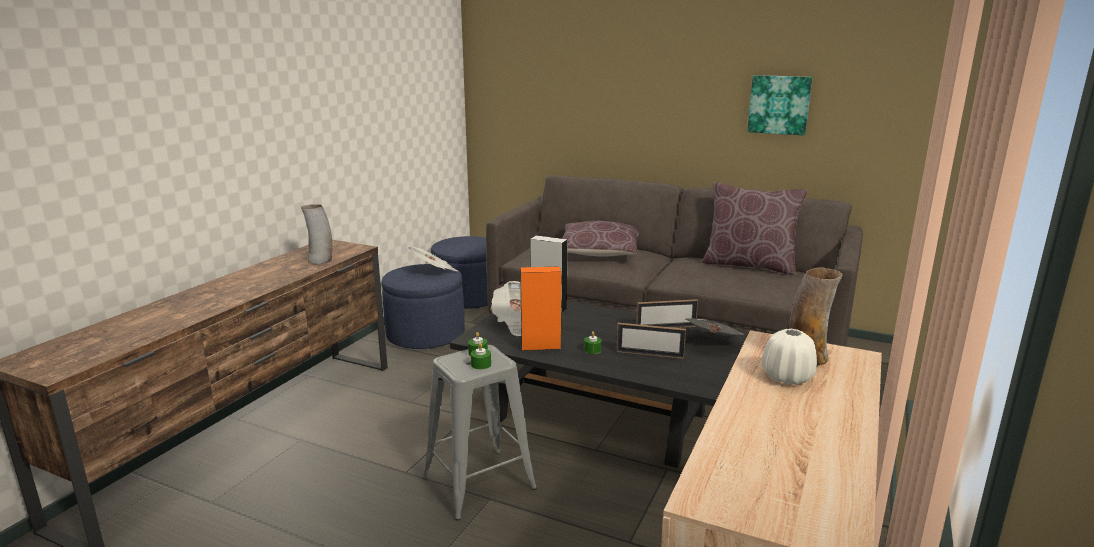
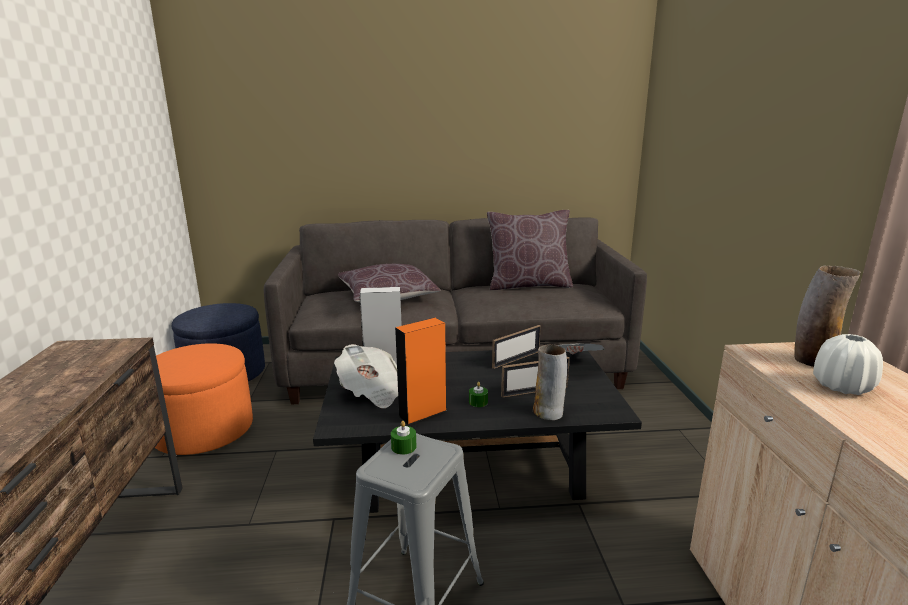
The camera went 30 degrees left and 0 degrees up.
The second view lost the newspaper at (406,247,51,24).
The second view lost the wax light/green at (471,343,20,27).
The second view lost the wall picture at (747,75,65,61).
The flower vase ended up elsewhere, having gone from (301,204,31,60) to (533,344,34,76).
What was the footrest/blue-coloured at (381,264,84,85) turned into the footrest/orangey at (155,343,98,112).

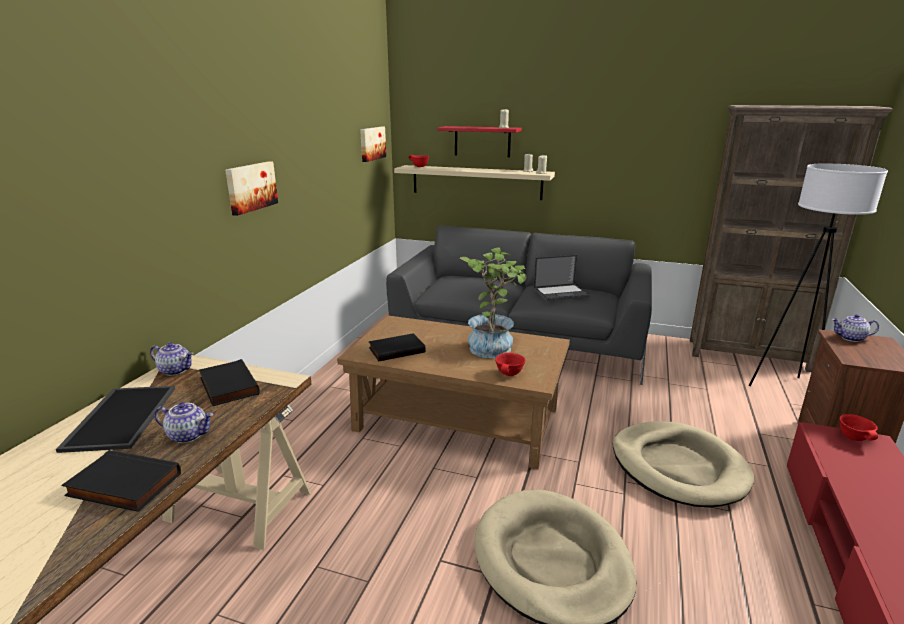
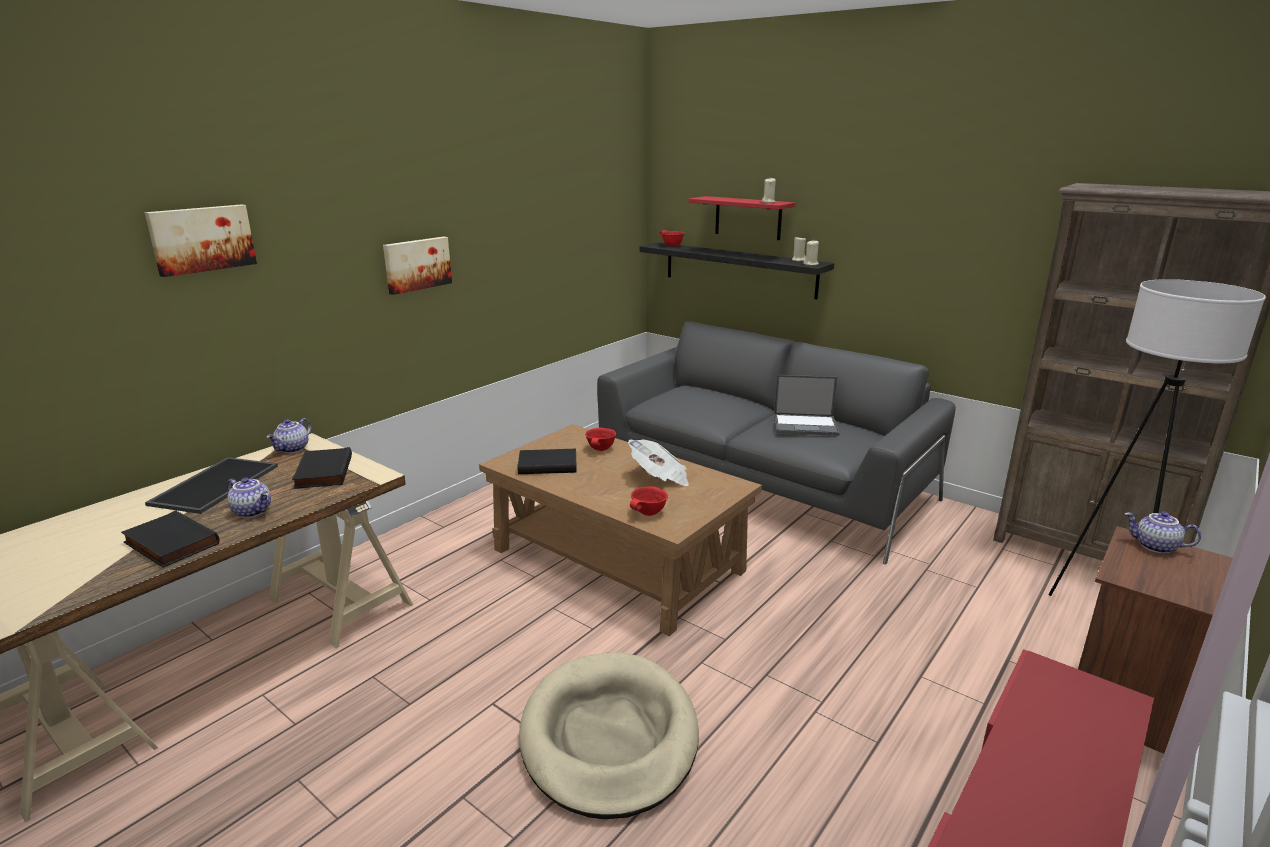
The camera went 20 degrees right and 0 degrees up.
The second view lost the dog bed/beige-coloured at (613,421,141,87).
The wall picture ended up elsewhere, having gone from (360,127,26,35) to (145,204,112,73).
The bowl/red ended up elsewhere, having gone from (839,414,39,27) to (585,428,31,23).
Where the plant in a pot stood at (459,247,68,111), the newspaper came to stand at (628,440,61,46).
What was the shelf/beige-coloured at (394,165,161,35) turned into the shelf/black at (639,242,195,57).
The tea pot at (150,342,44,34) ended up facing another way, 75 degrees clockwise from before.

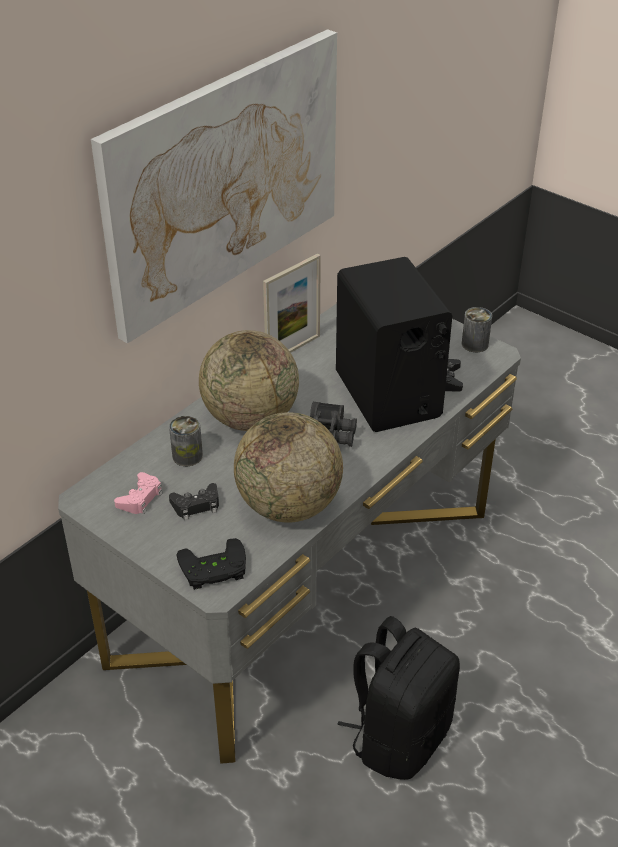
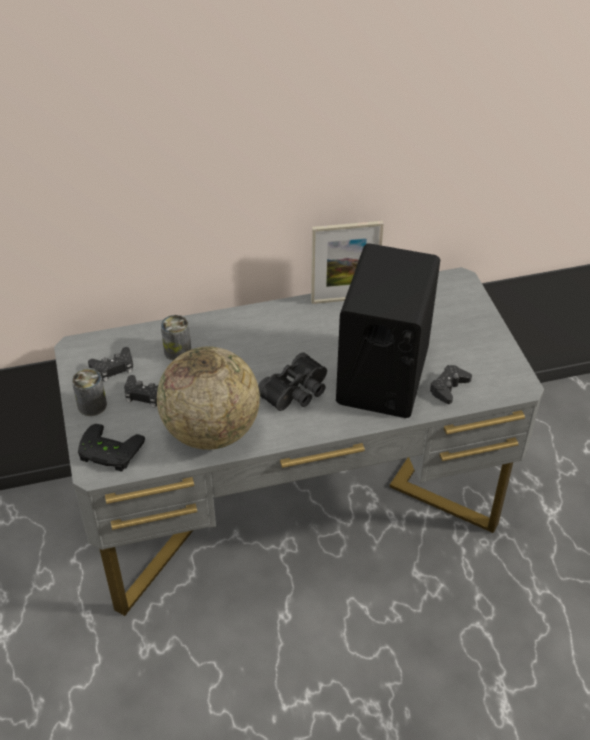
The camera went 35 degrees right and 5 degrees up.
The second view lost the wall picture at (91,29,246,315).
The second view lost the globe at (199,330,100,101).
The second view lost the rucksack/black at (337,616,123,164).
The sealed can ended up elsewhere, having gone from (462,307,30,45) to (72,368,35,48).
What was the gamepad/pink-coloured at (114,472,49,42) turned into the gamepad/black at (88,347,45,35).

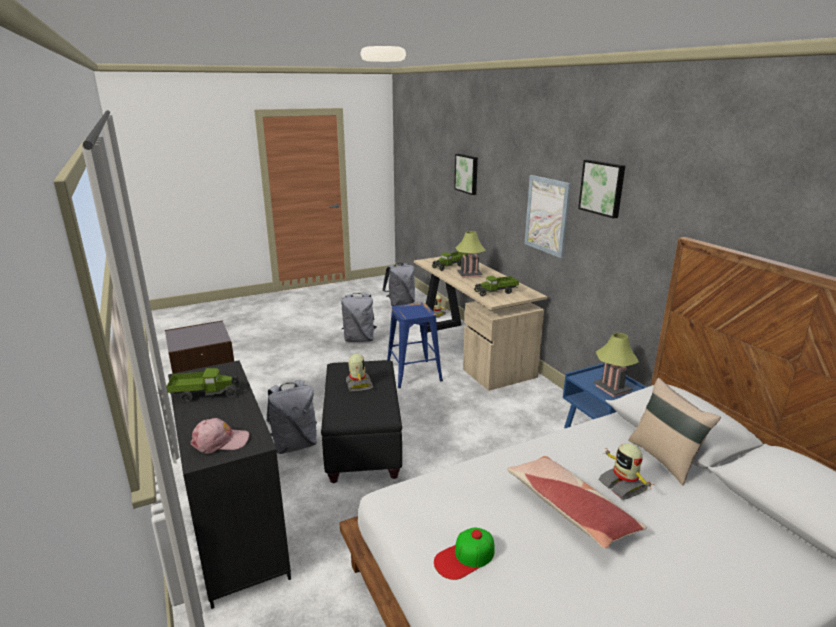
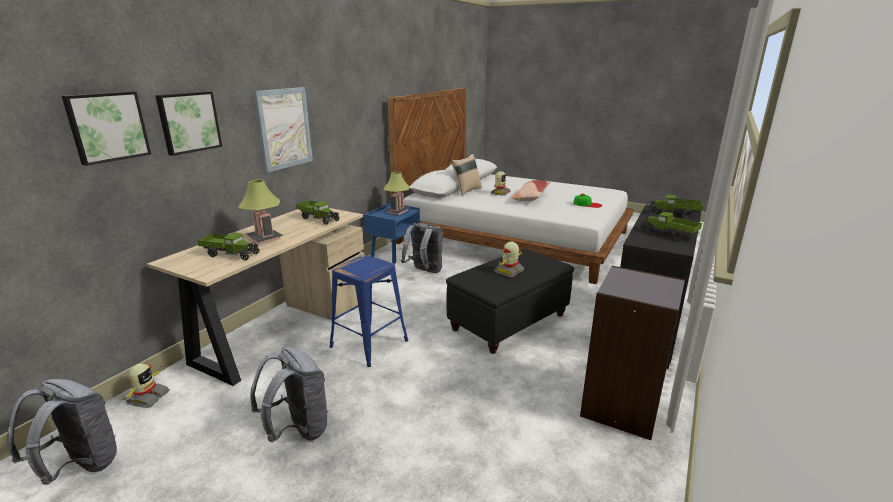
The camera went 125 degrees left and 0 degrees up.
The rucksack/greyish ended up elsewhere, having gone from (266,380,51,74) to (401,223,42,50).
The wall picture ended up elsewhere, having gone from (578,160,47,59) to (155,91,67,65).
Where the baseball cap/pink-coloured stood at (190,418,60,36), the toy truck came to stand at (649,195,54,23).

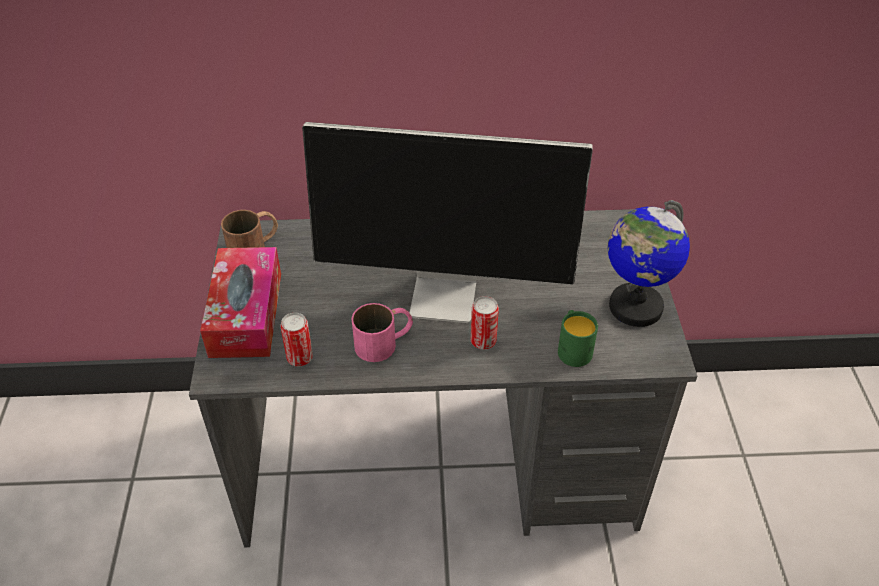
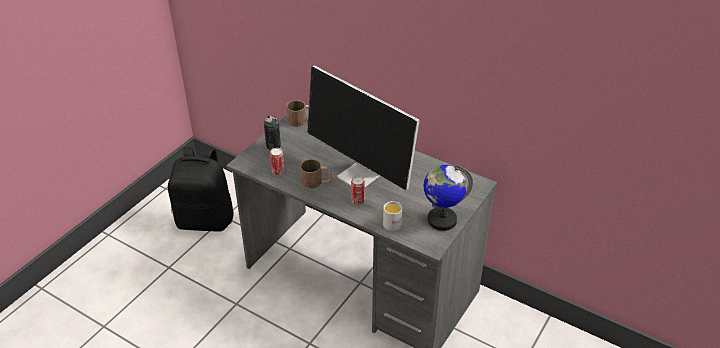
The camera went 35 degrees right and 5 degrees down.
The second view gained the rucksack/black at (168,147,66,85).
Where the tissue box stood at (200,247,81,111), the sealed can came to stand at (264,116,17,34).
What was the coffee mug/pink-coloured at (351,303,62,59) turned into the coffee mug/brown at (300,159,32,30).
What was the coffee mug/green at (558,310,40,57) turned into the coffee mug/white-coloured at (383,201,19,30).

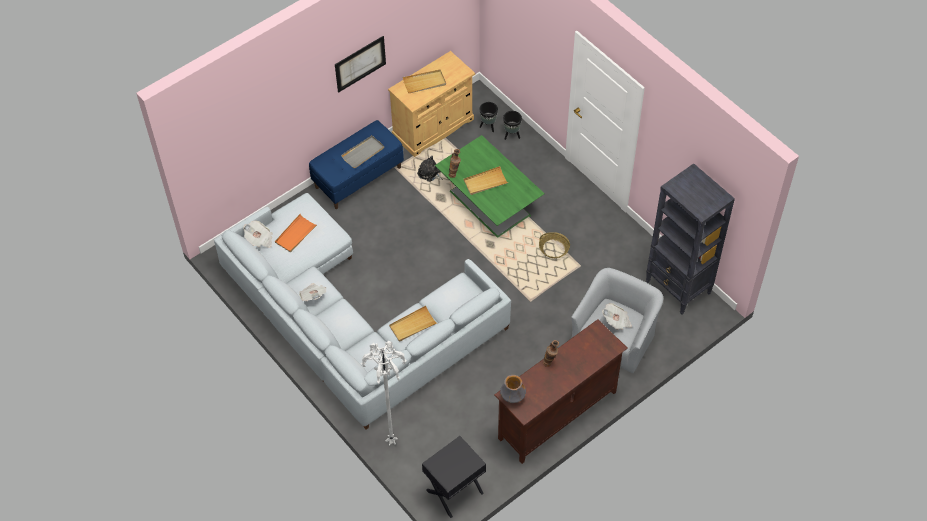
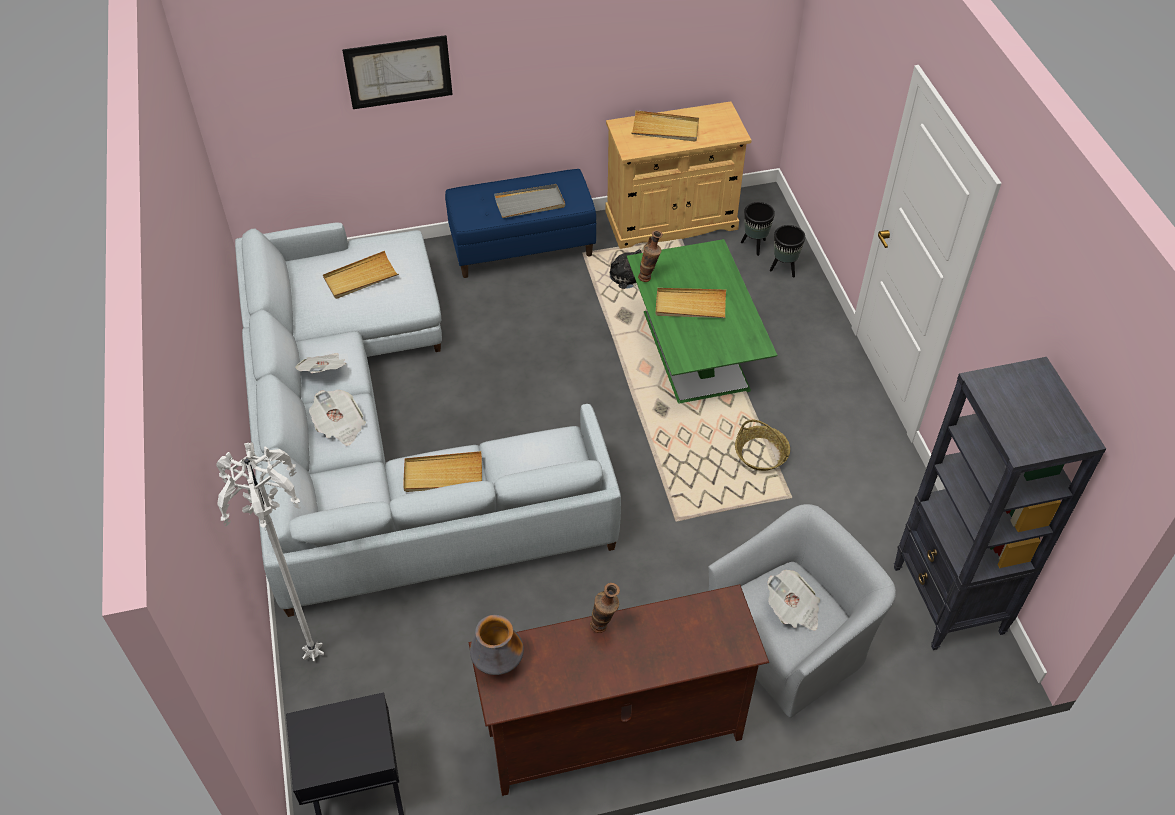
The camera went 25 degrees right and 5 degrees down.
The newspaper ended up elsewhere, having gone from (243,221,30,27) to (309,390,57,55).
The wall picture ended up elsewhere, having gone from (335,36,51,57) to (342,35,111,74).
What was the tray/orangey at (275,214,43,38) turned into the tray/beige-coloured at (323,251,76,48).

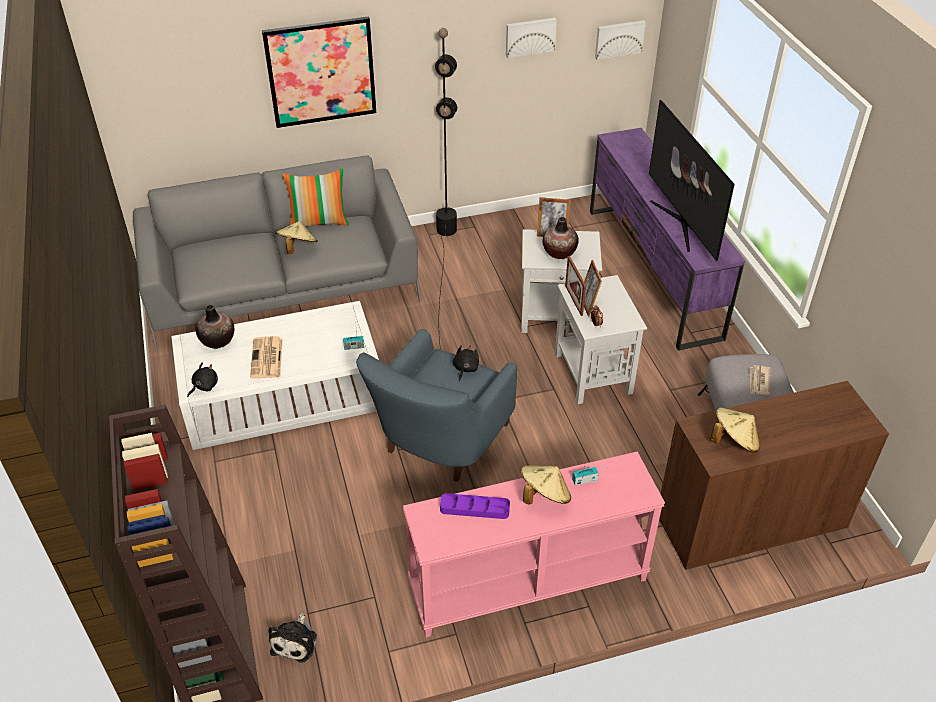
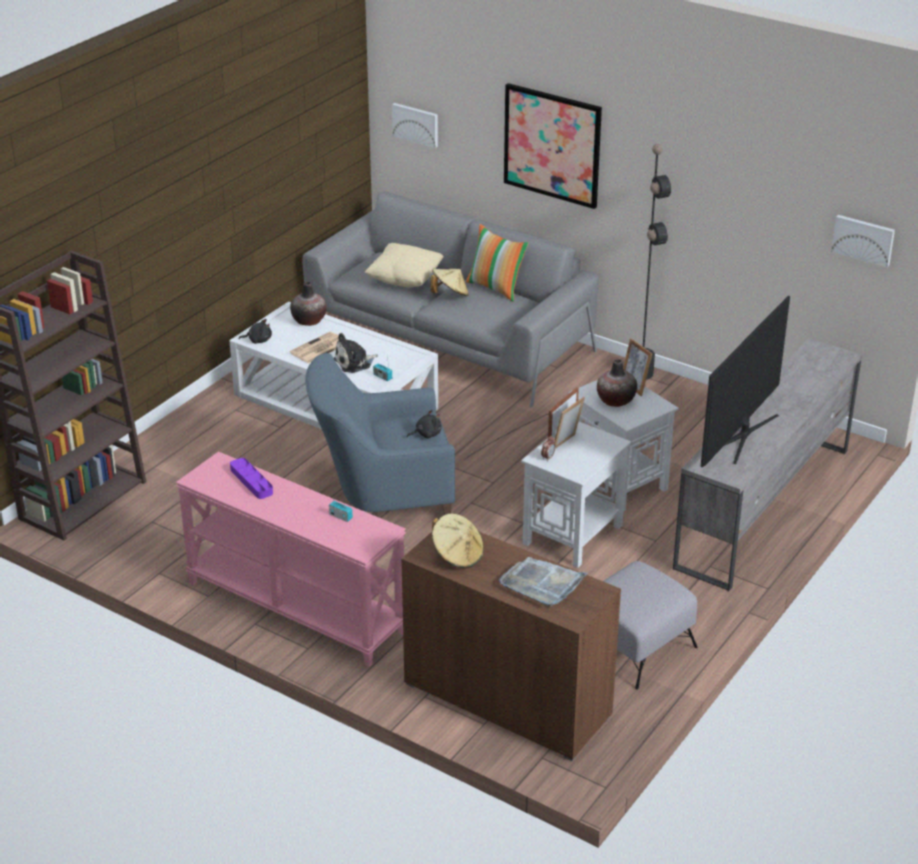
The camera went 50 degrees right and 10 degrees down.
The second view lost the wearable hat/beige-coloured at (521,465,50,39).
The second view lost the newspaper at (750,365,21,30).
The second view gained the pillow/beige-coloured at (364,243,80,44).
The second view gained the tray/greyish at (499,557,89,50).
The cuddly toy ended up elsewhere, having gone from (268,613,49,50) to (334,333,44,40).
The wall picture ended up elsewhere, having gone from (506,18,51,40) to (392,103,46,45).
What was the tv unit/purplish at (590,128,155,223) turned into the tv unit/greyish at (673,338,189,253).

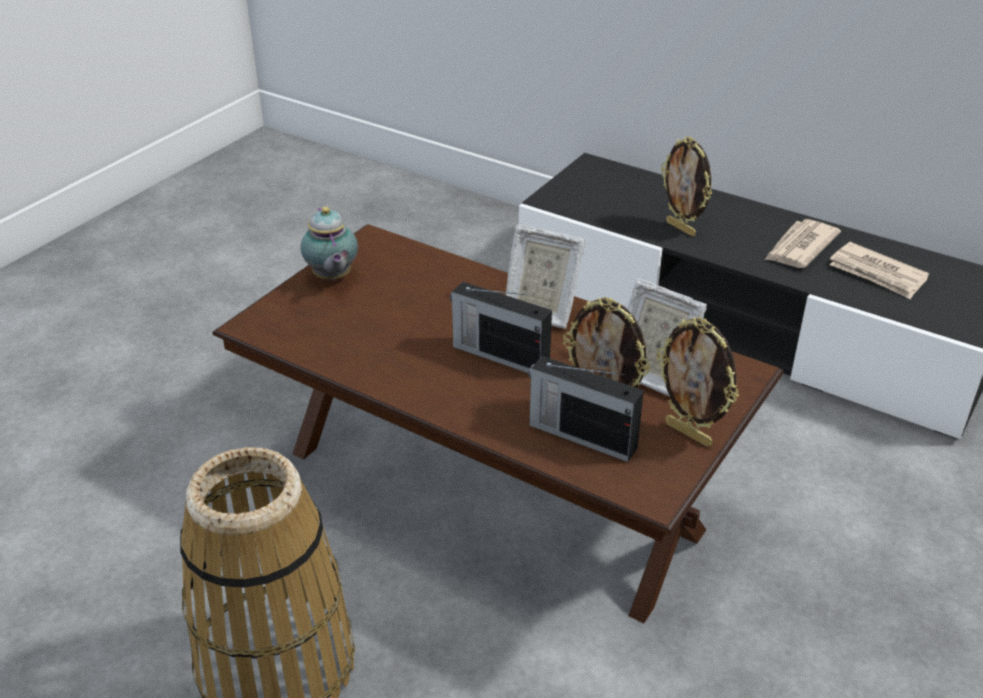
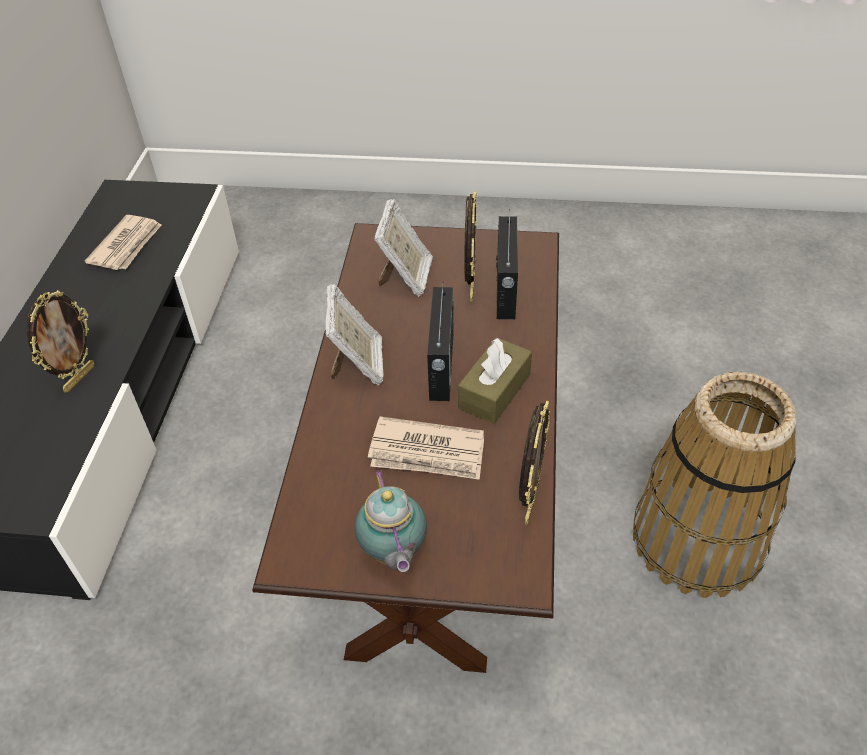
The camera went 115 degrees left and 10 degrees up.
The second view gained the tissue box/brown at (458,337,74,87).
The photo frame ended up elsewhere, having gone from (657,317,82,130) to (519,401,31,124).
The newspaper ended up elsewhere, having gone from (765,219,76,49) to (368,416,116,64).
The tea pot at (301,207,57,73) ended up facing another way, 120 degrees clockwise from before.

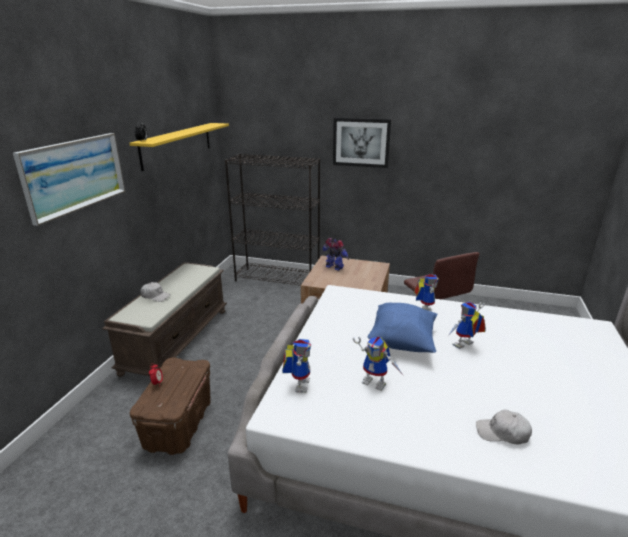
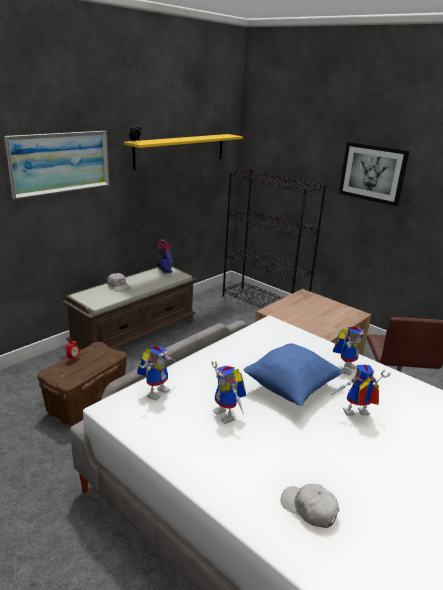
The camera went 25 degrees right and 0 degrees up.
The toy robot ended up elsewhere, having gone from (322,238,27,33) to (157,240,16,33).

